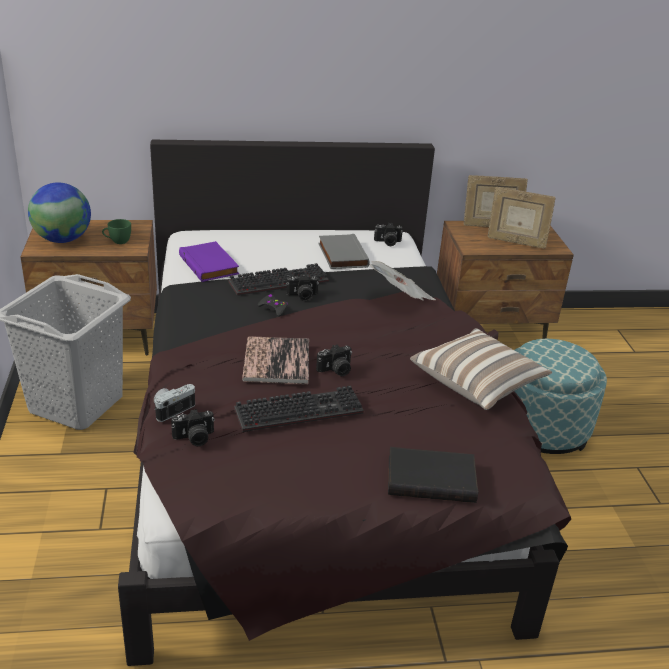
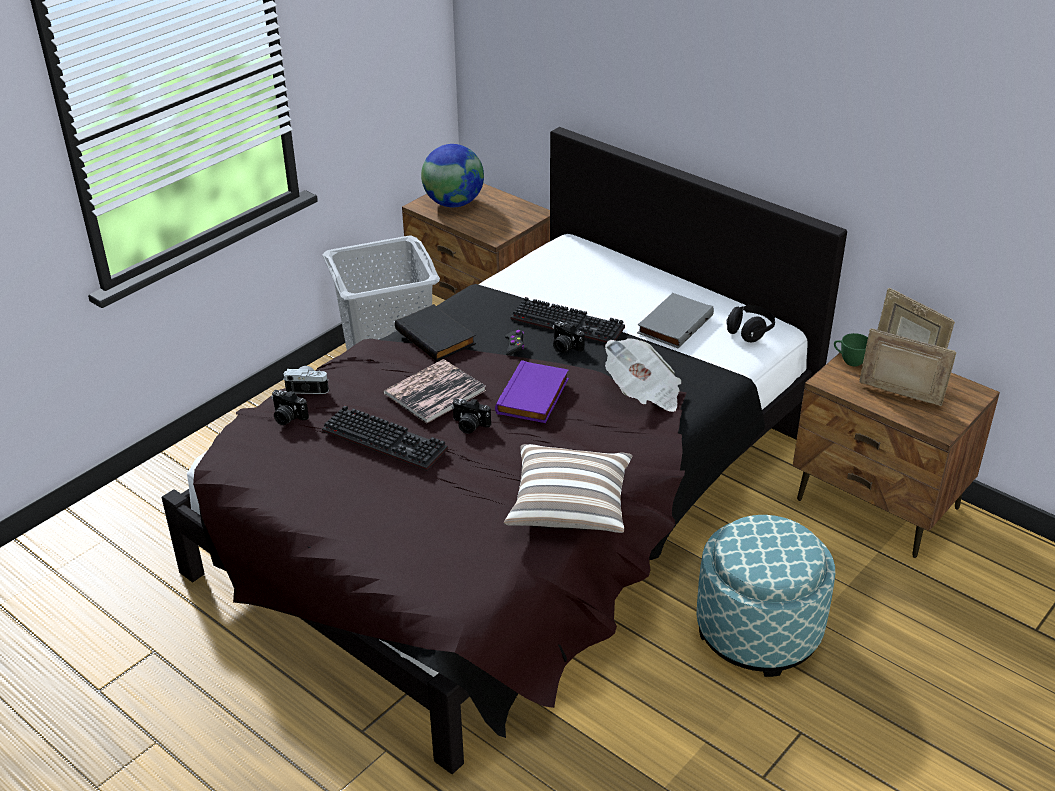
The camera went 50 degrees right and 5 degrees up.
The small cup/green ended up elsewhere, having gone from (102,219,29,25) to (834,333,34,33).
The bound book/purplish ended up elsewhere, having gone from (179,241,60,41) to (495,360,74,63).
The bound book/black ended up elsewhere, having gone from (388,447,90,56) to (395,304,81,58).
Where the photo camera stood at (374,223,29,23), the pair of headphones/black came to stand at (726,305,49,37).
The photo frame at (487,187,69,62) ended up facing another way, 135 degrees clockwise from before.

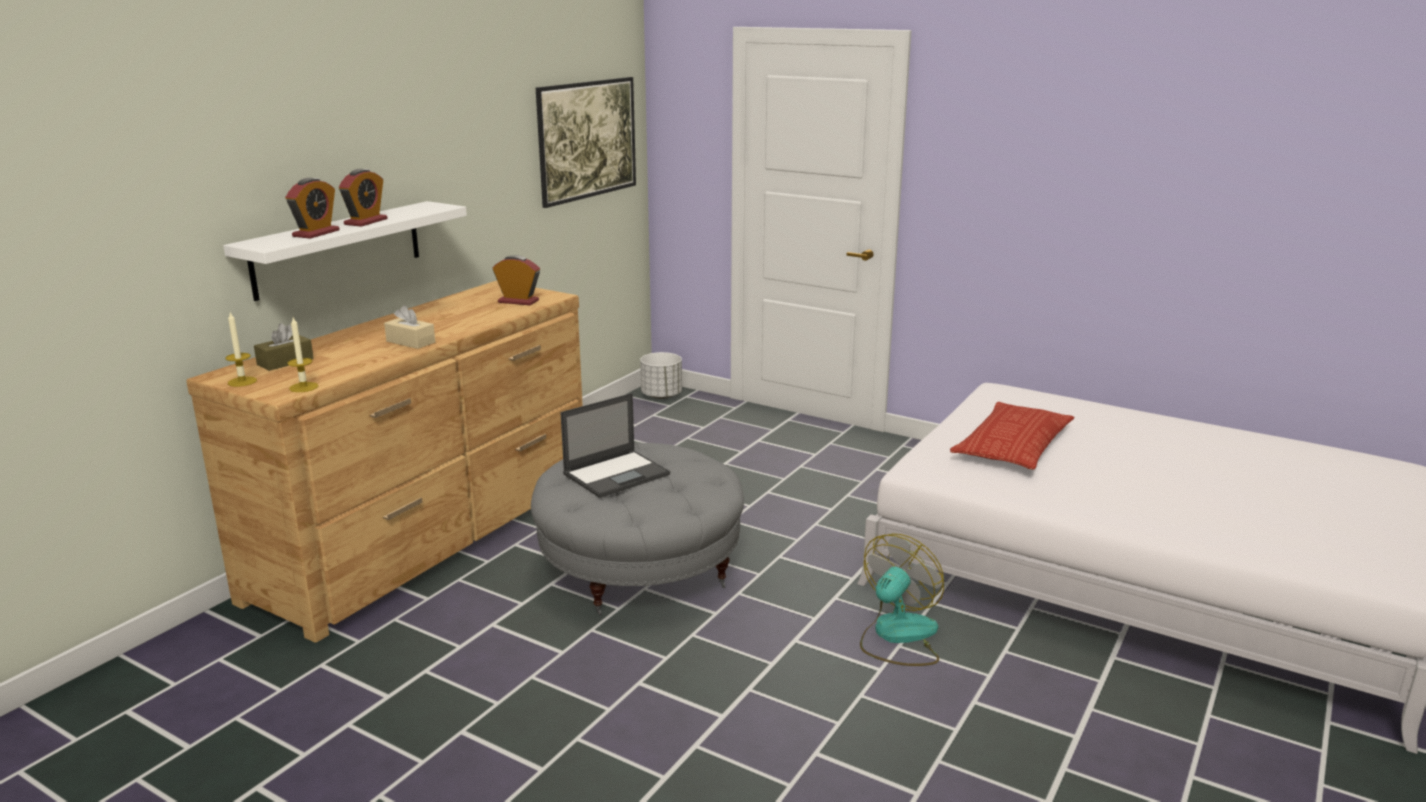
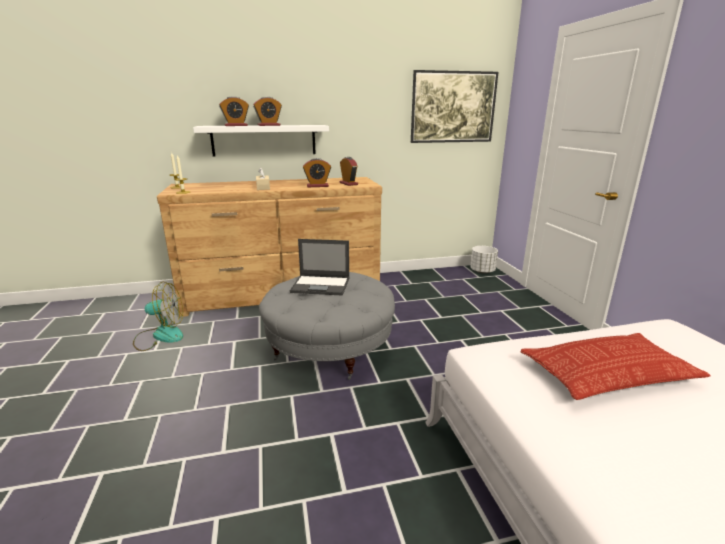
The camera went 45 degrees right and 0 degrees up.
The second view lost the tissue box/brown at (254,323,60,48).
The second view gained the alarm clock at (303,158,28,29).
The fan ended up elsewhere, having gone from (860,534,84,132) to (133,282,50,69).

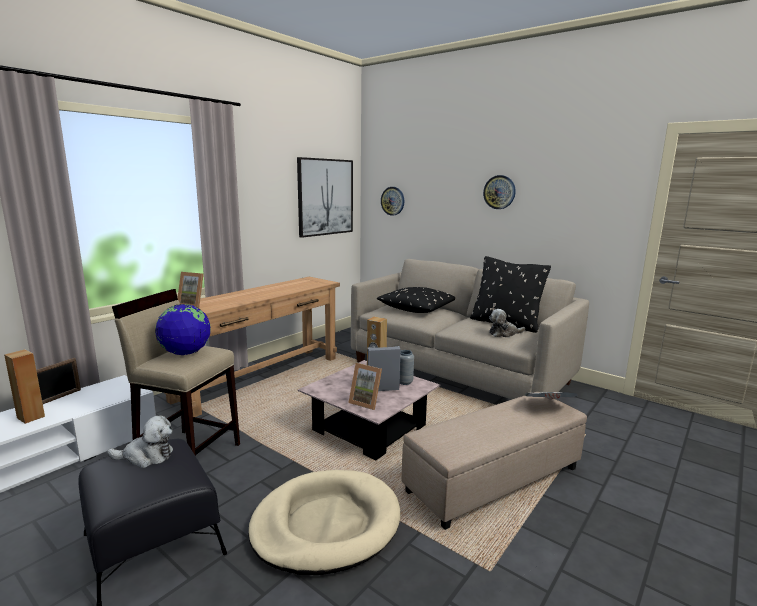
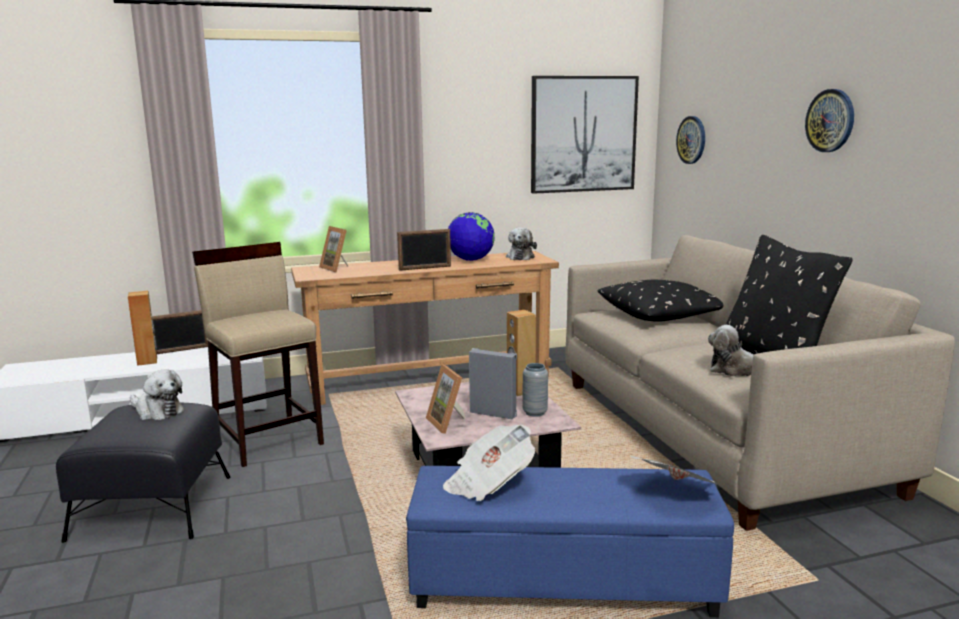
The camera went 35 degrees right and 0 degrees up.
The second view lost the dog bed/beige-coloured at (248,470,152,105).
The second view gained the photo frame at (397,229,54,42).
The second view gained the newspaper at (443,425,92,76).
The second view gained the cuddly toy at (506,227,31,33).
The globe ended up elsewhere, having gone from (155,304,56,51) to (448,212,47,49).
What was the footrest/beige-coloured at (402,392,185,138) turned into the footrest/blue-coloured at (406,466,328,152).

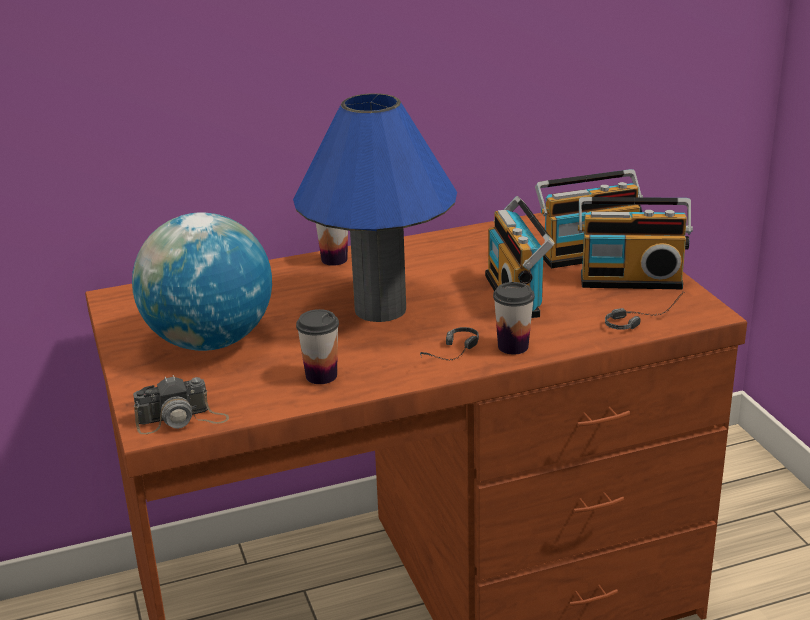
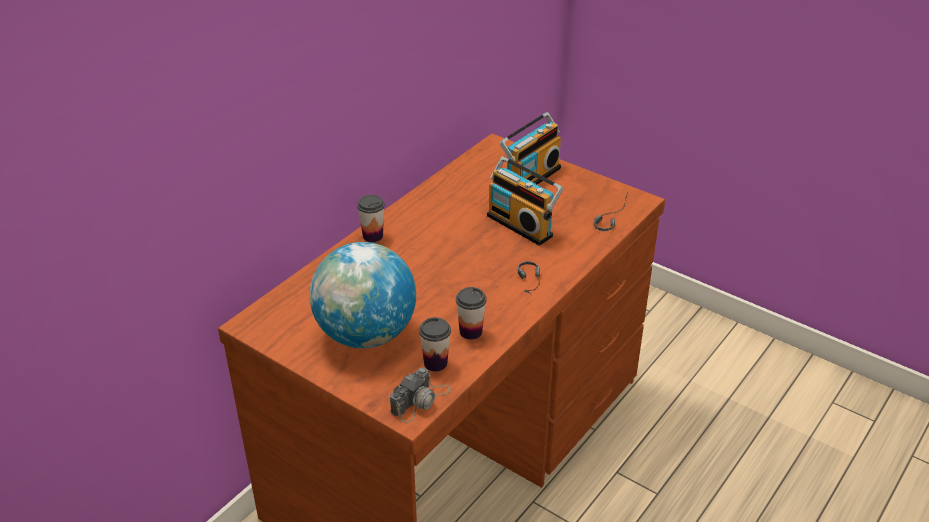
The camera went 35 degrees left and 10 degrees up.
The second view lost the tabletop lamp/blue-coloured at (293,93,164,229).
The second view lost the radio set at (578,197,115,92).
The small cup ended up elsewhere, having gone from (493,282,42,73) to (419,317,32,54).

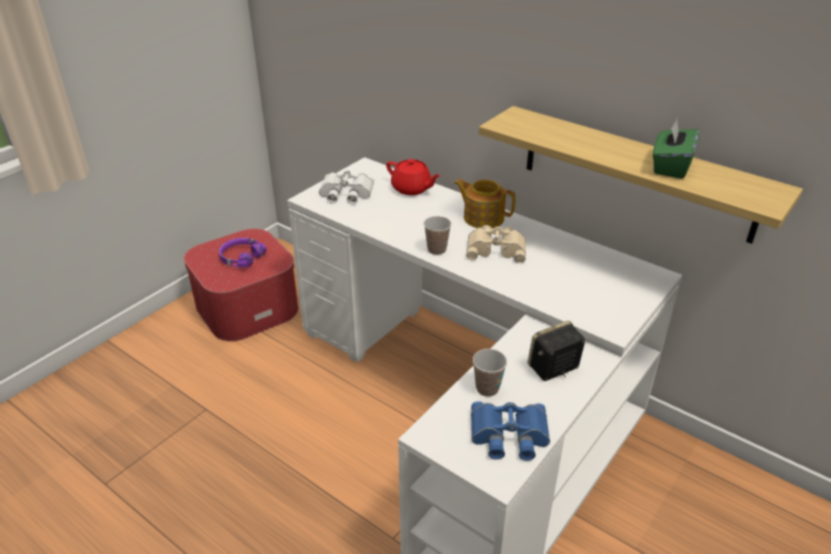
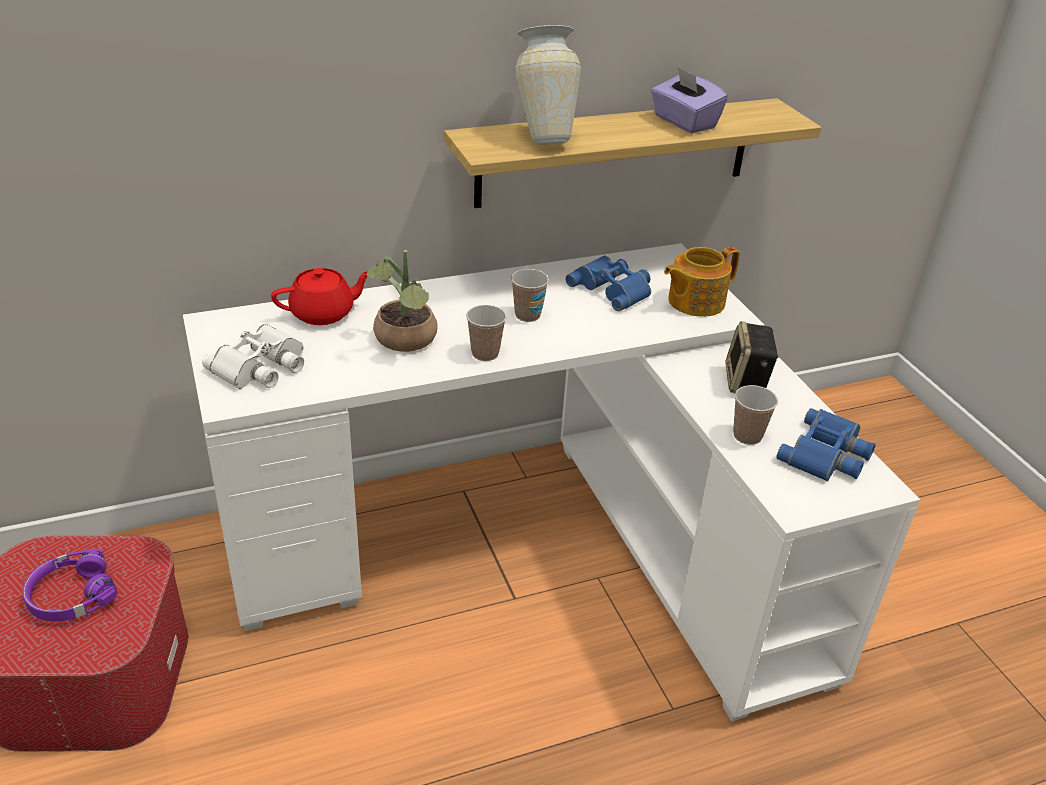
The camera went 60 degrees left and 0 degrees up.
The second view gained the plant in a pot at (366,250,72,102).
The second view gained the flower vase at (515,25,66,120).
The second view gained the binoculars/blue-coloured at (565,255,86,56).
The tea pot ended up elsewhere, having gone from (454,179,62,49) to (664,247,76,70).
Where the binoculars/beige-coloured stood at (467,225,59,38), the small cup came to stand at (511,269,38,53).
What was the tissue box/green at (653,119,47,60) turned into the tissue box/purplish at (651,66,77,67).

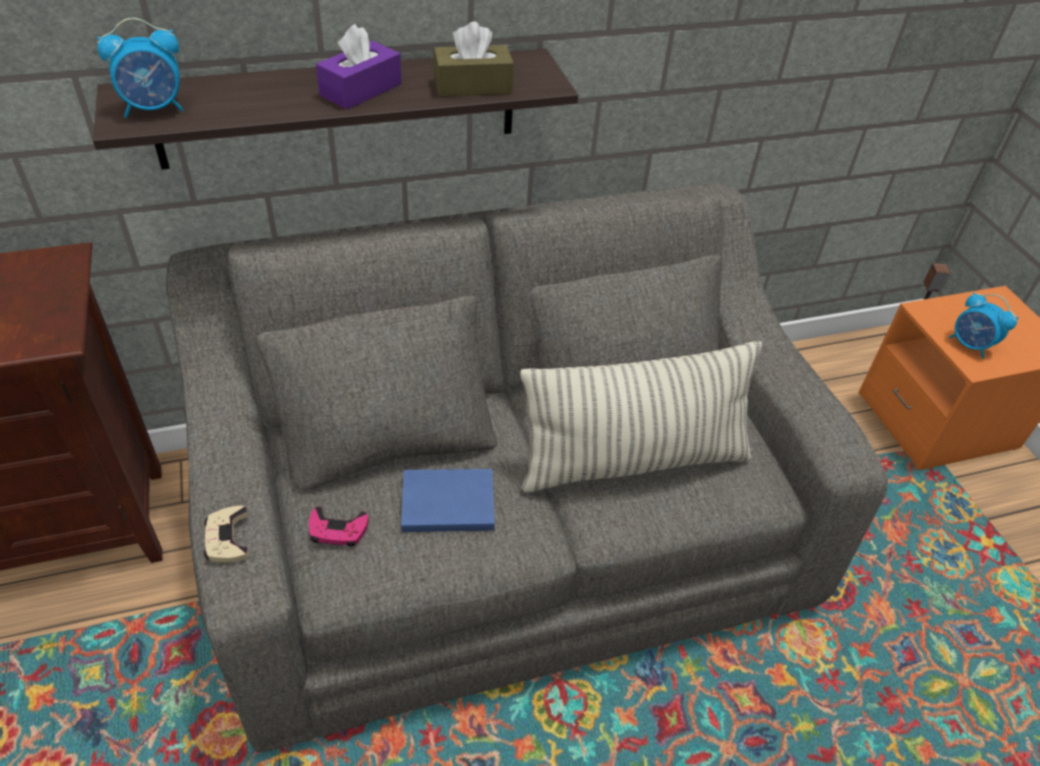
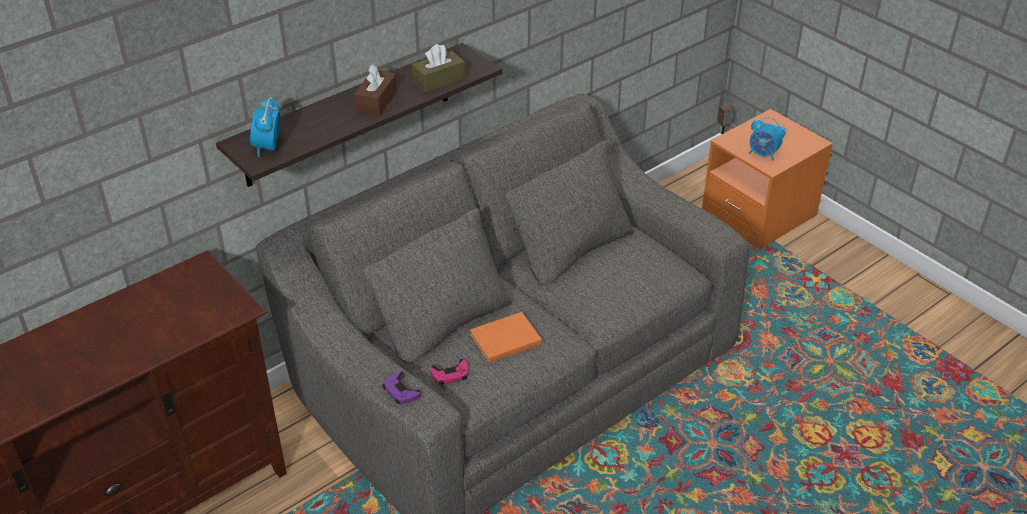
The camera went 20 degrees left and 5 degrees down.
The second view lost the pillow at (520,341,242,152).
What was the gamepad/beige-coloured at (204,506,45,57) turned into the gamepad/purplish at (382,371,39,33).
What was the tissue box/purplish at (316,24,86,85) turned into the tissue box/brown at (354,65,43,51).
What was the bound book/blue-coloured at (401,469,94,63) turned into the bound book/orangey at (470,312,72,51).
The alarm clock at (97,18,86,100) ended up facing another way, 135 degrees clockwise from before.

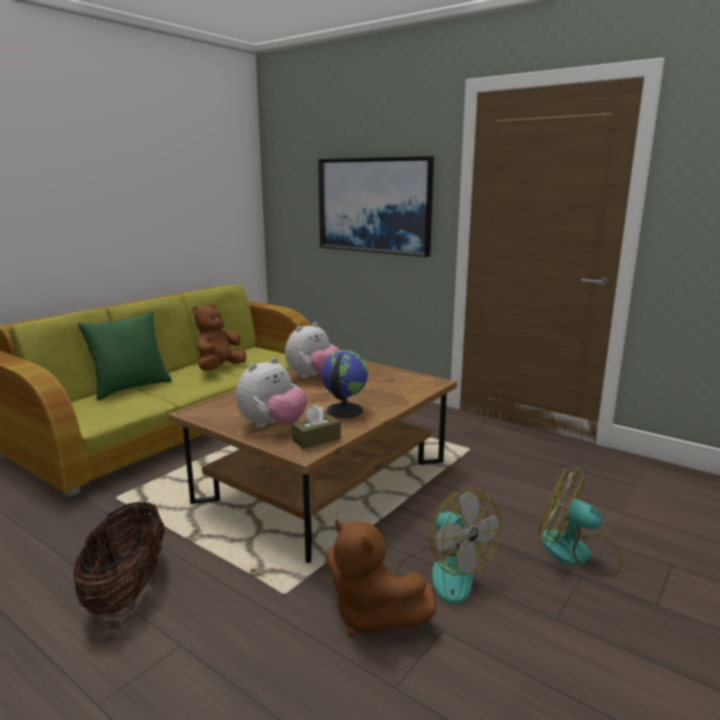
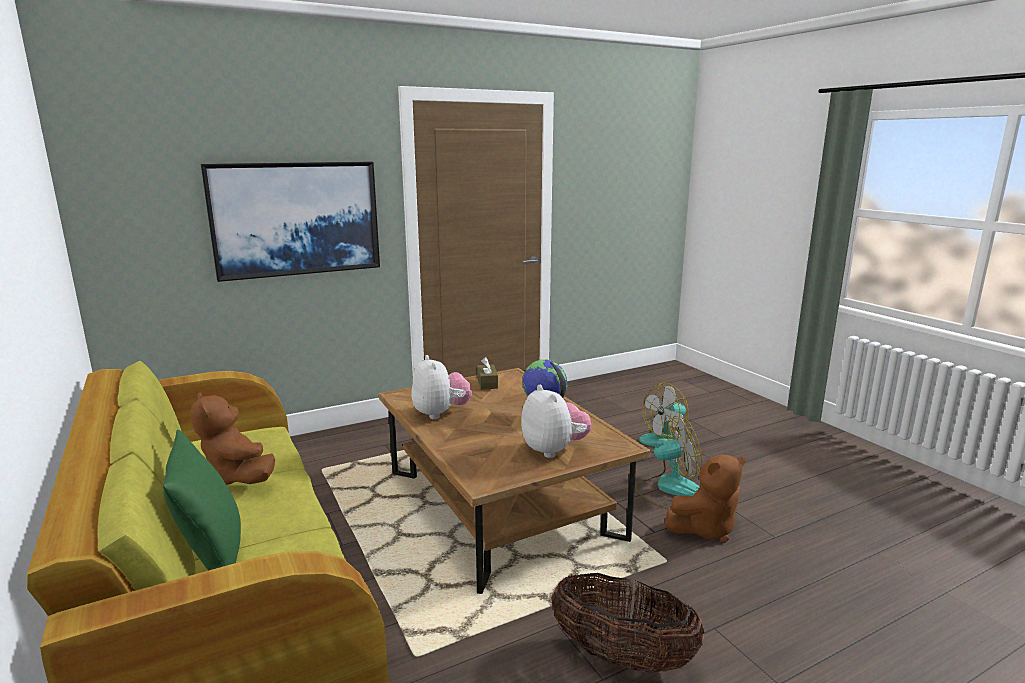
The camera went 65 degrees left and 0 degrees up.
The tissue box/brown ended up elsewhere, having gone from (292,405,49,44) to (477,357,21,33).

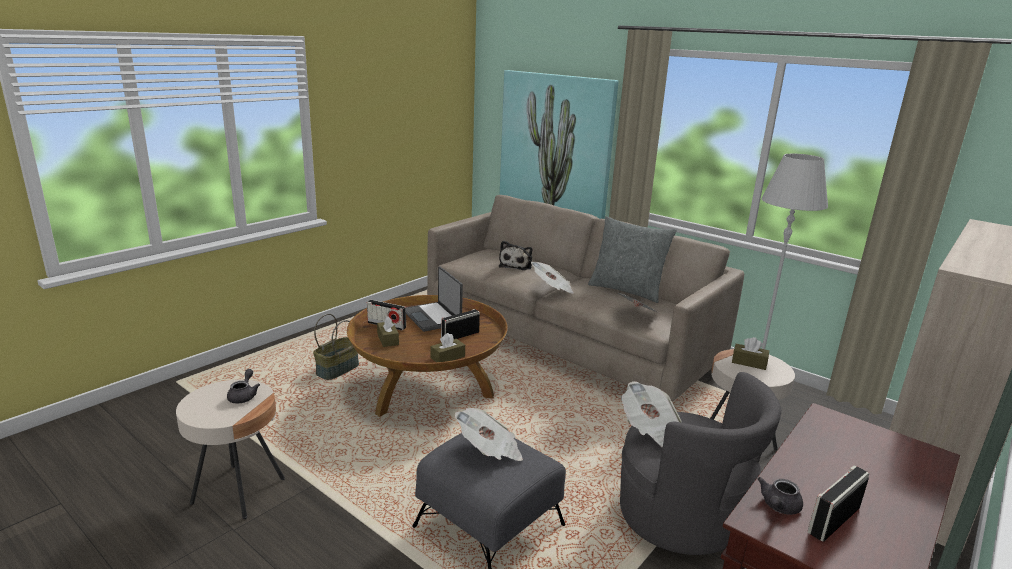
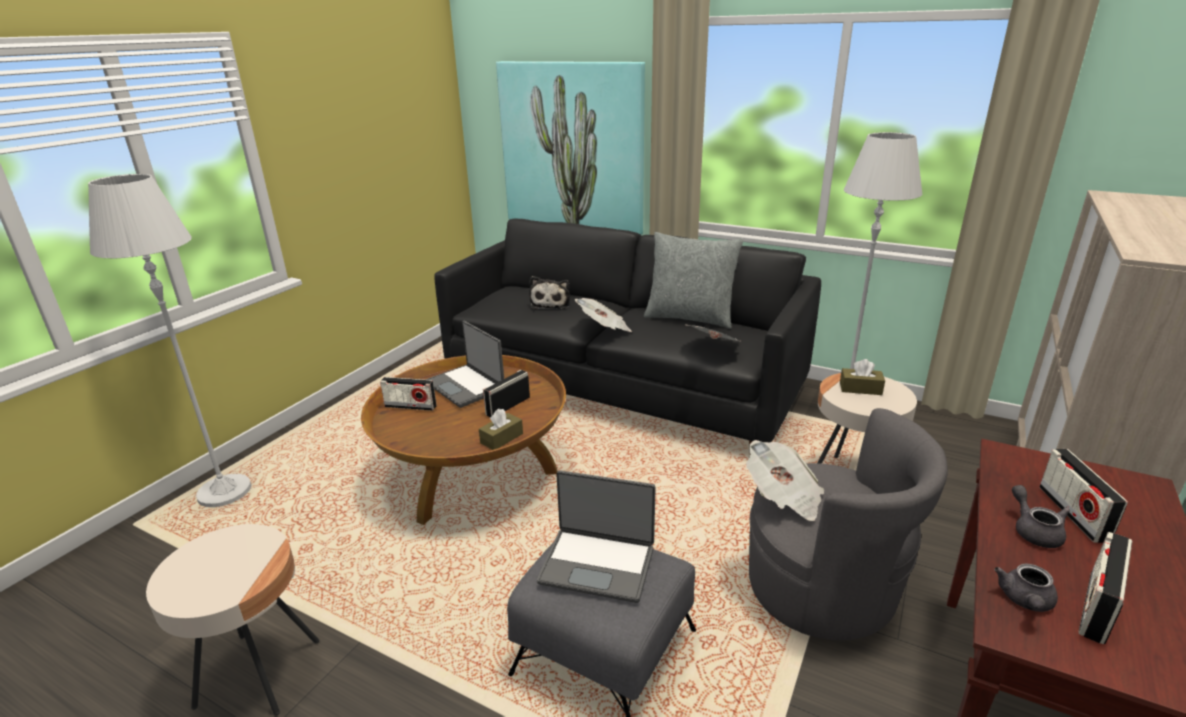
The camera went 10 degrees left and 5 degrees up.
The second view lost the storage basket at (313,314,46,66).
The second view lost the tissue box/brown at (377,316,22,31).
The second view gained the standard lamp/white-coloured at (88,174,163,333).
The second view gained the radio set at (1039,449,89,94).
The tea pot/greyish ended up elsewhere, having gone from (227,369,33,35) to (1012,485,58,63).
Where the newspaper stood at (455,408,68,53), the laptop came to stand at (537,470,119,133).
What was the couch/beige-coloured at (427,195,317,206) turned into the couch/black at (434,219,387,230).

